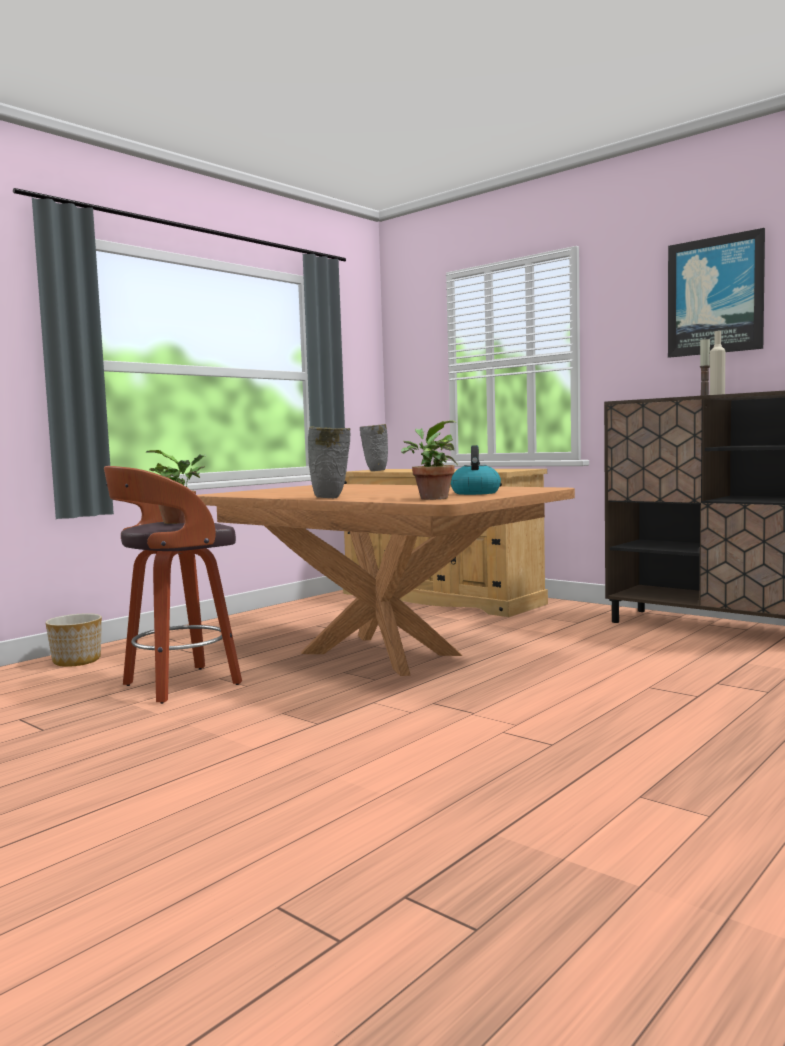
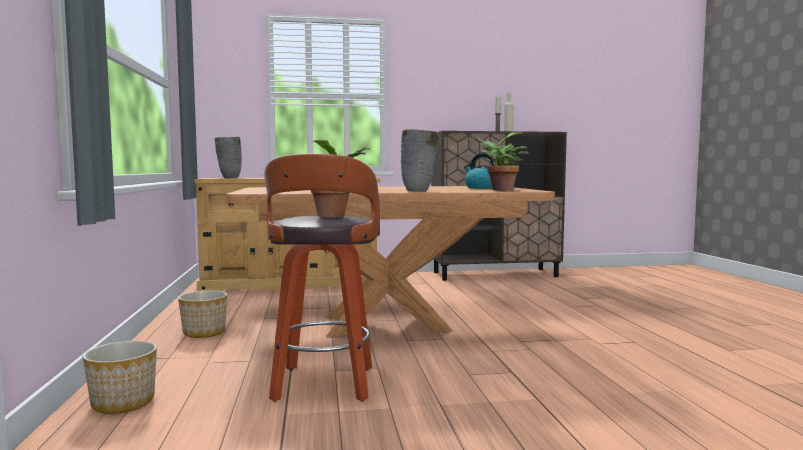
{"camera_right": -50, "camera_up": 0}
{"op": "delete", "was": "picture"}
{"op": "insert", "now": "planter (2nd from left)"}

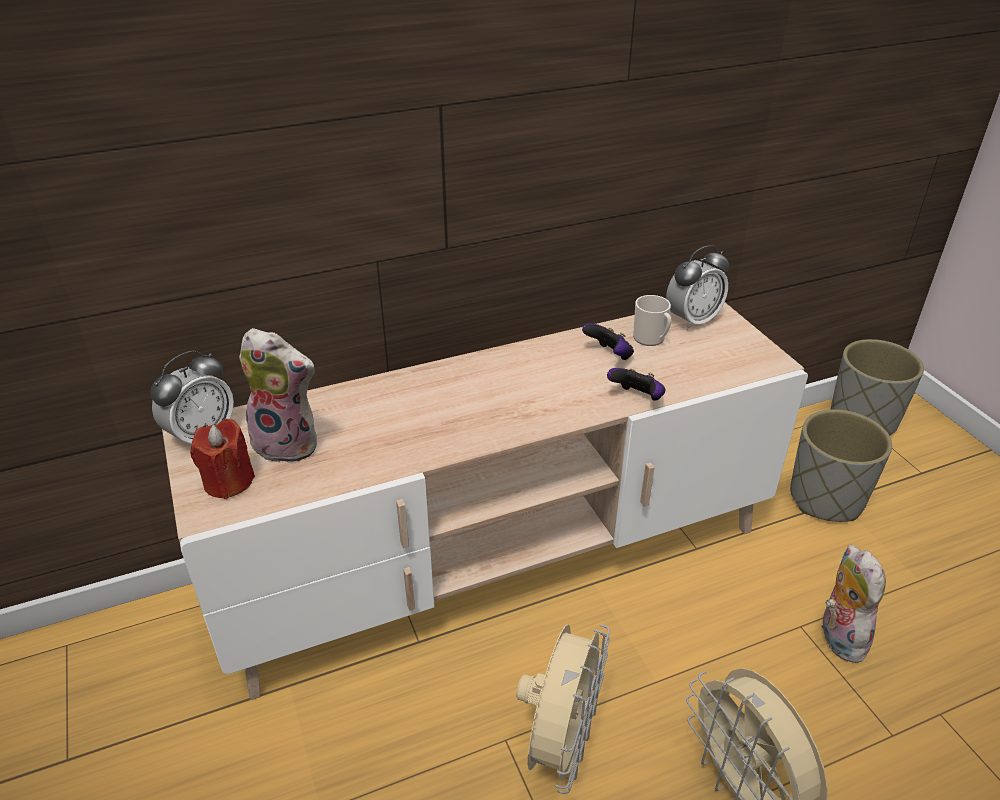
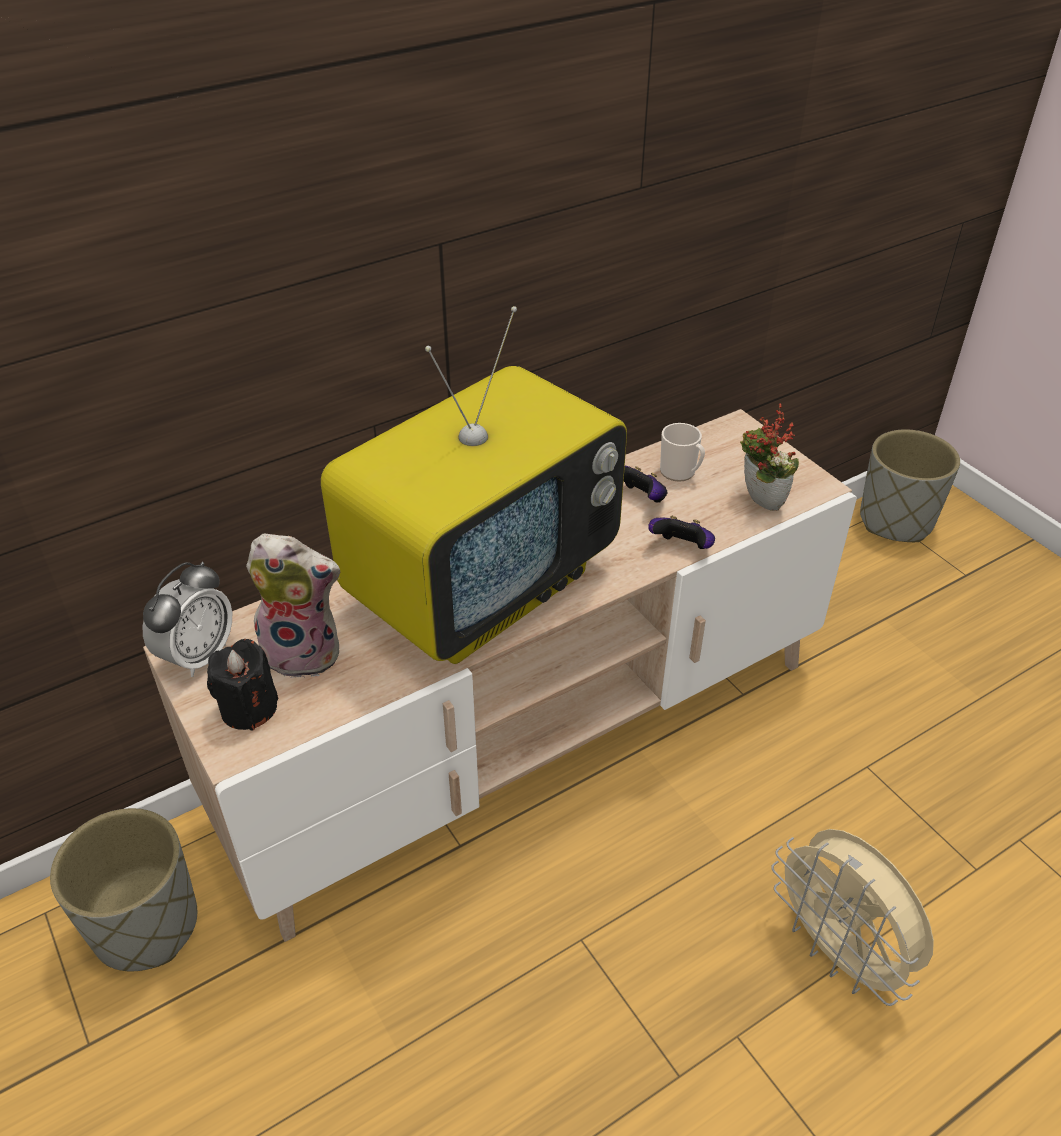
{"camera_right": -10, "camera_up": 5}
{"op": "delete", "was": "sand-coloured electric fan (1st from left)"}
{"op": "delete", "was": "alarm clock (2nd from left)"}
{"op": "delete", "was": "plush toy (2nd from left)"}
{"op": "insert", "now": "television"}
{"op": "insert", "now": "potted plant"}
{"op": "move", "was": "grey planter (1st from left)"}
{"op": "recolor", "was": "red candle", "now": "black-coloured candle"}

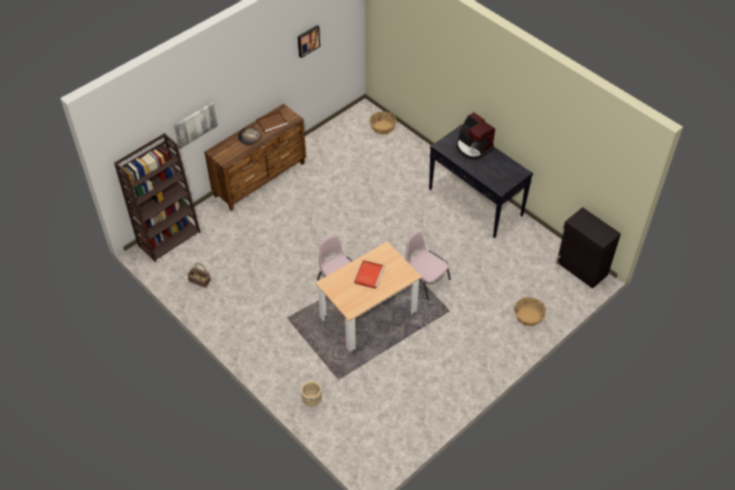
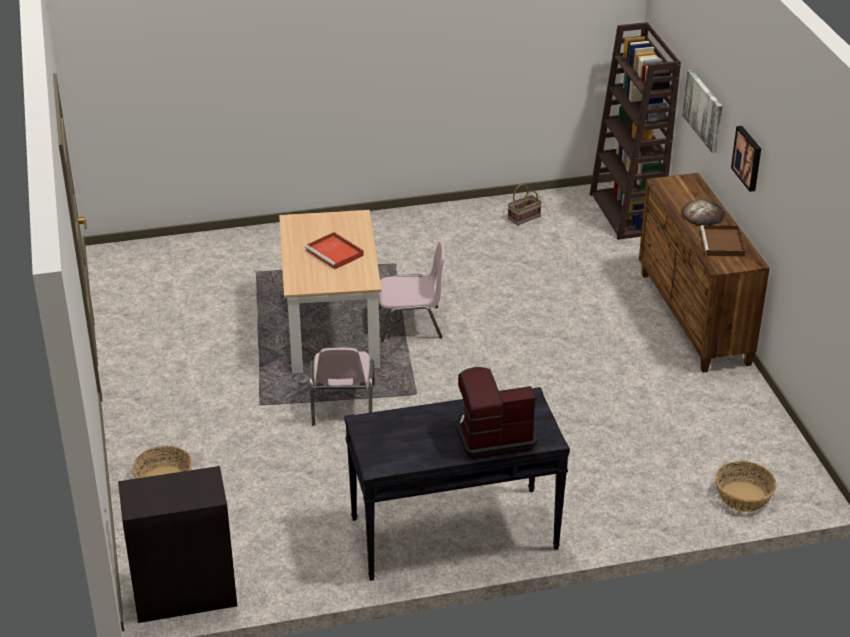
{"camera_right": 120, "camera_up": -15}
{"op": "delete", "was": "sand-coloured planter"}
{"op": "move", "was": "picture (2nd from left)"}
{"op": "rotate", "was": "pink-coloured plain chair (2nd from left in the first image)", "clockwise": 105}

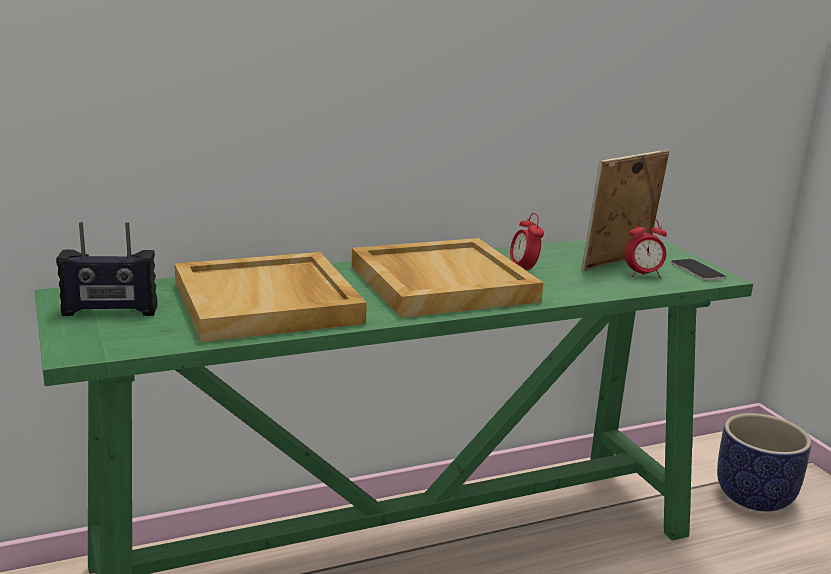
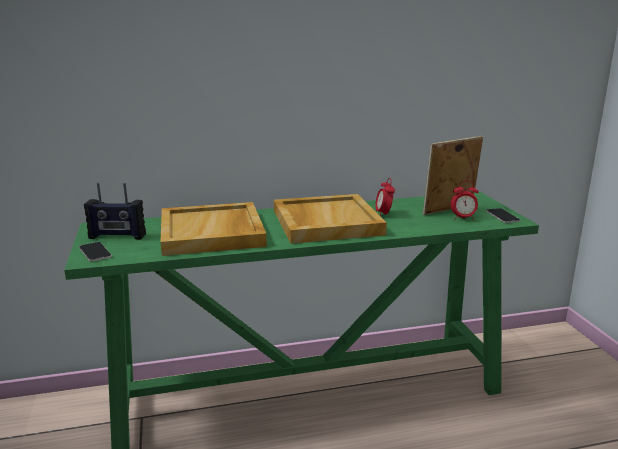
{"camera_right": 10, "camera_up": 0}
{"op": "delete", "was": "planter"}
{"op": "insert", "now": "phone (1st from left)"}

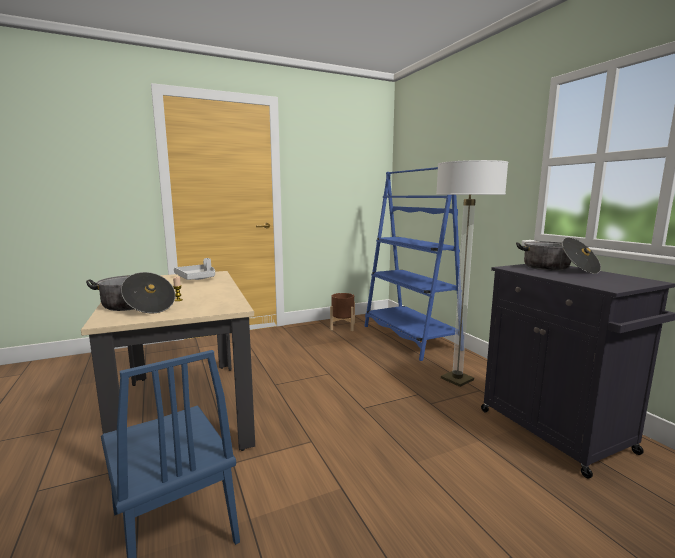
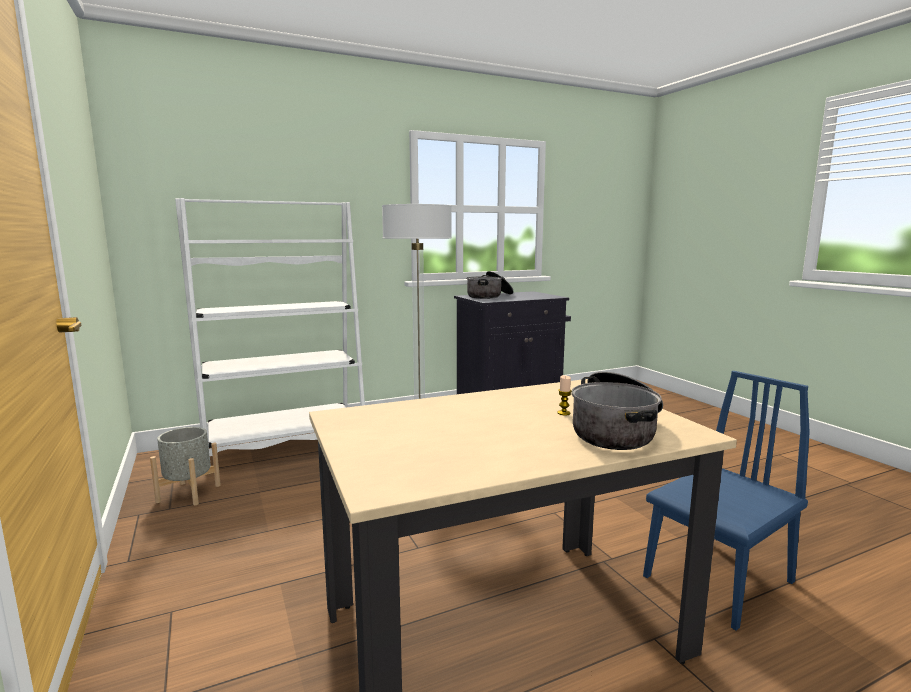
{"camera_right": -90, "camera_up": 0}
{"op": "delete", "was": "grey carrying tray"}
{"op": "recolor", "was": "brownish planter", "now": "grey planter"}
{"op": "recolor", "was": "blue bookshelf", "now": "white bookshelf"}

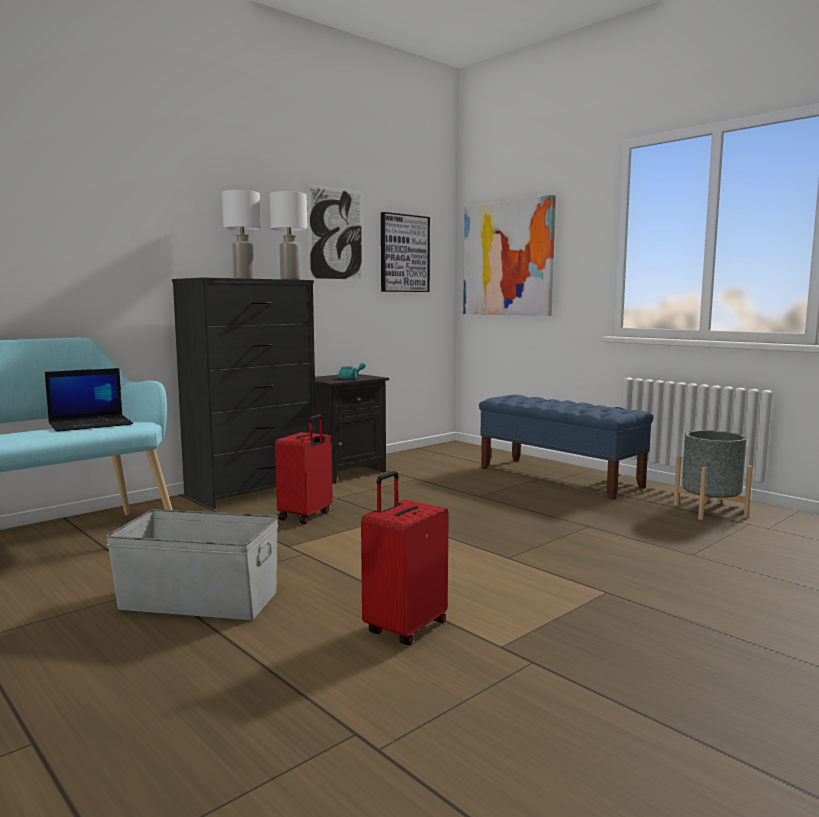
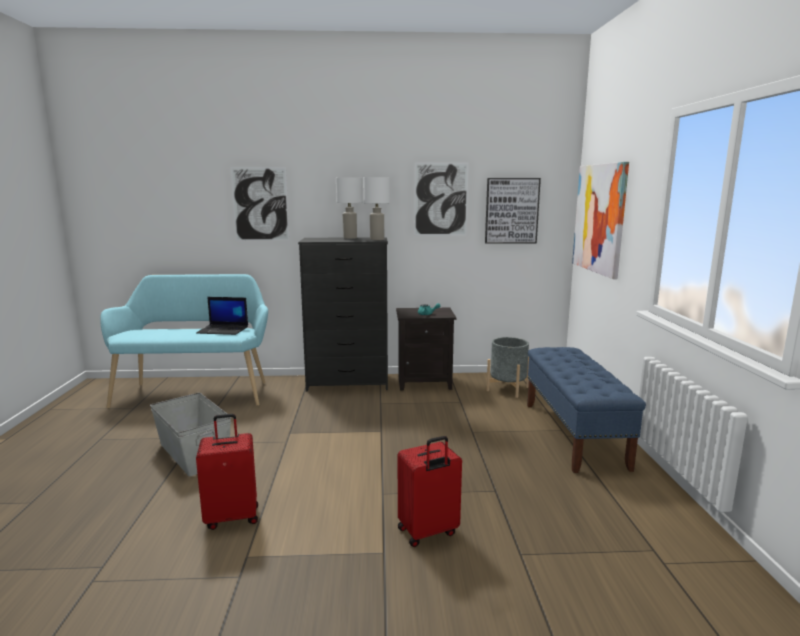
{"camera_right": 40, "camera_up": 5}
{"op": "insert", "now": "picture (1st from left)"}
{"op": "move", "was": "red piece of luggage (1st from left in the first image)", "now": "red piece of luggage (2nd from left)"}
{"op": "move", "was": "grey planter"}

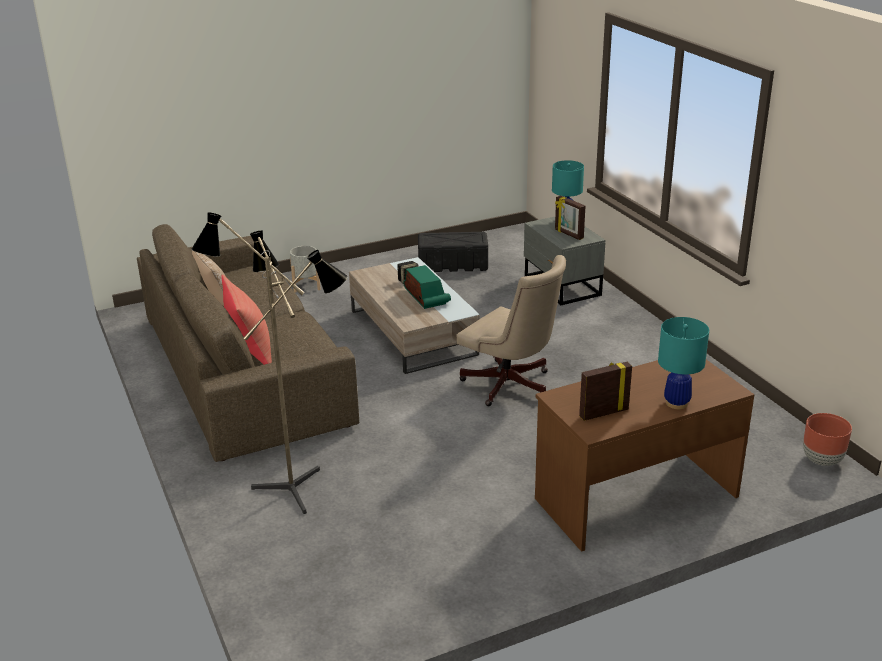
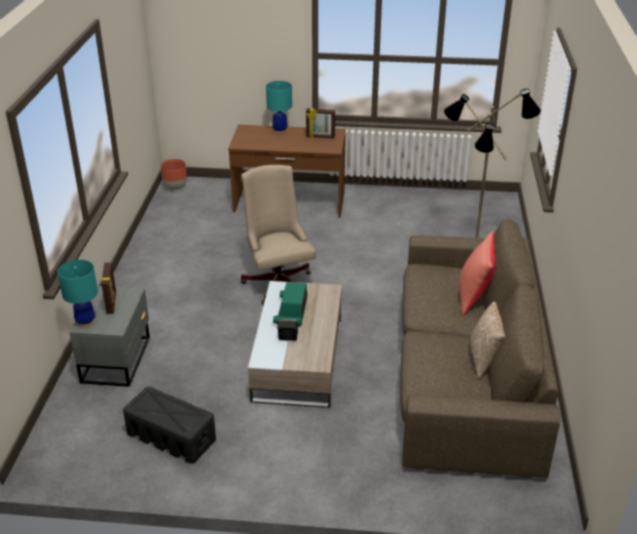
{"camera_right": -150, "camera_up": 5}
{"op": "delete", "was": "grey planter"}

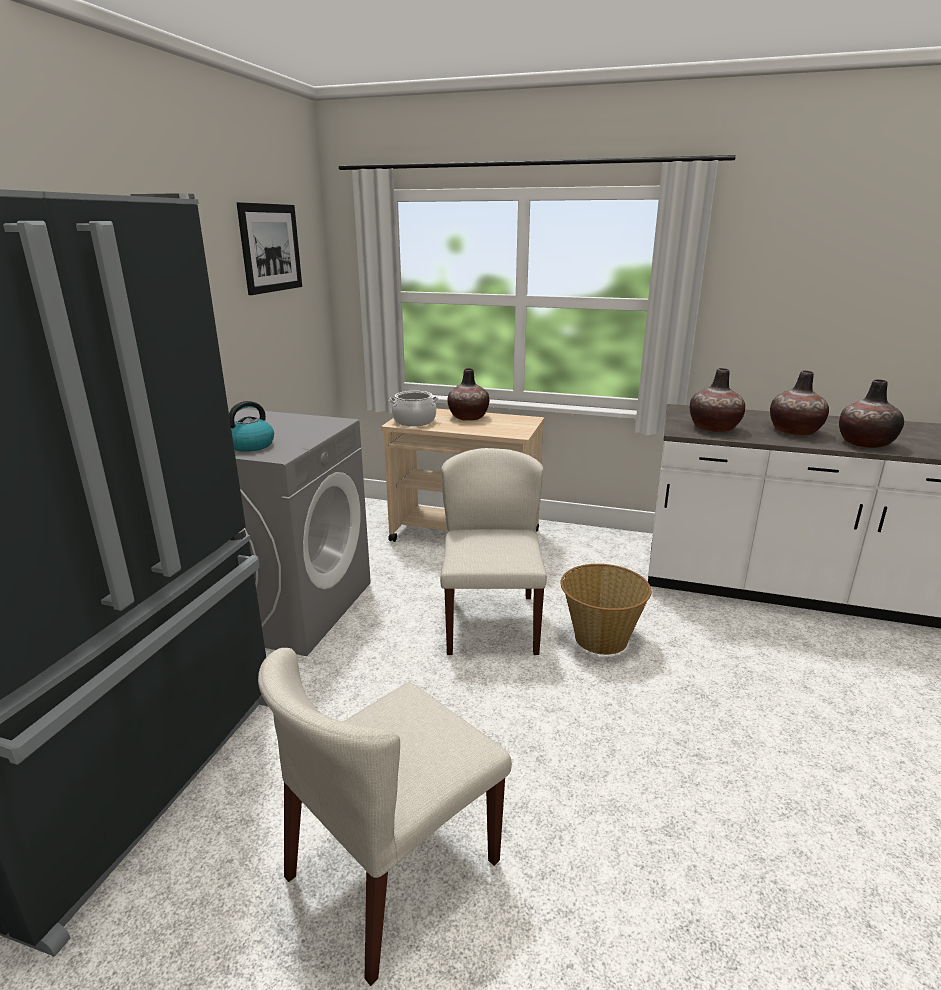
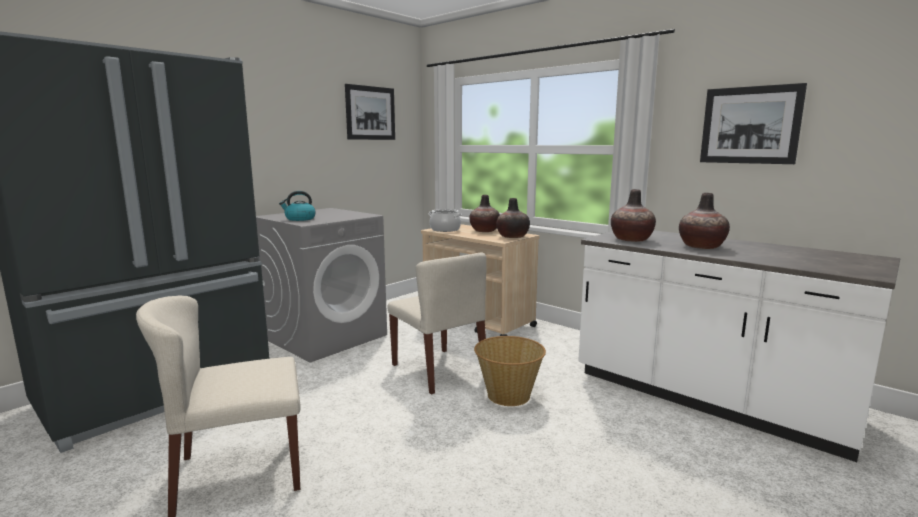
{"camera_right": 25, "camera_up": -10}
{"op": "insert", "now": "picture (2nd from left)"}
{"op": "move", "was": "decorative vase (4th from left in the first image)", "now": "decorative vase (2nd from left)"}
{"op": "rotate", "was": "sand-coloured plain chair (2nd from left)", "clockwise": 120}

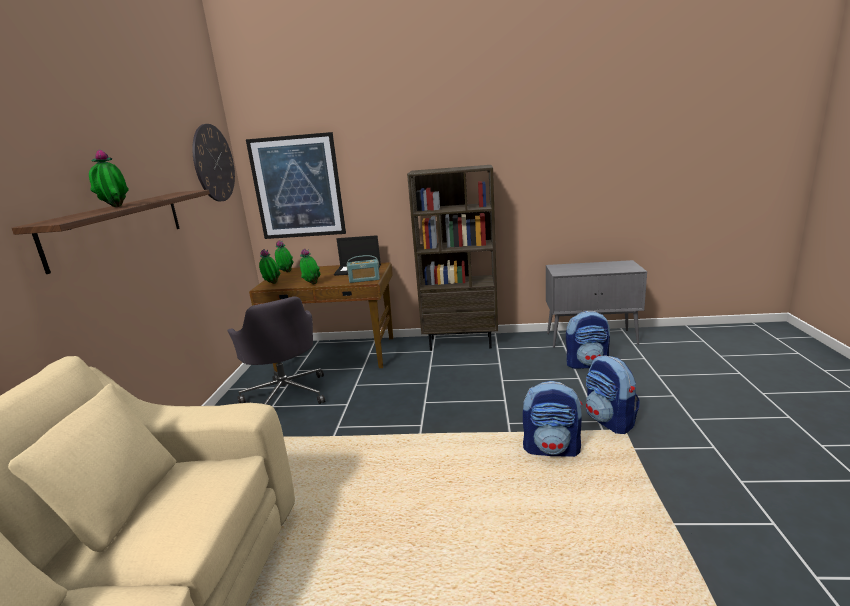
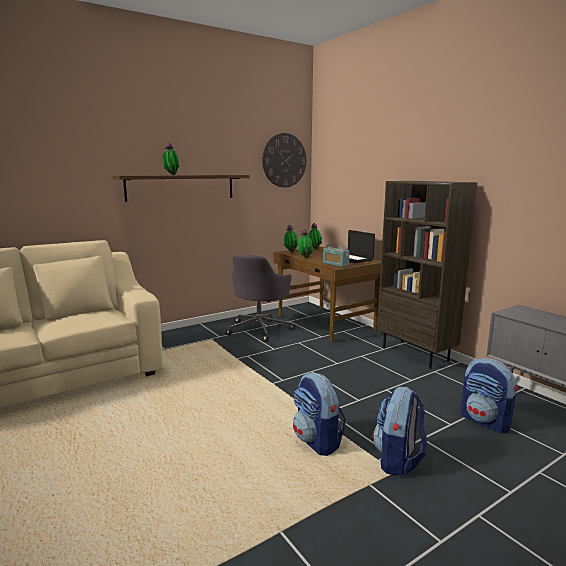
{"camera_right": 50, "camera_up": -5}
{"op": "delete", "was": "picture"}

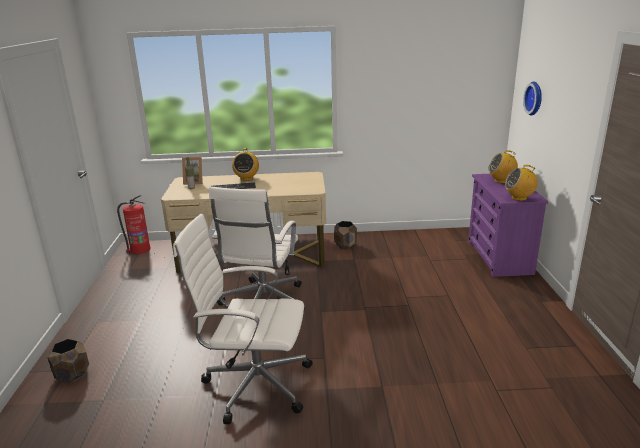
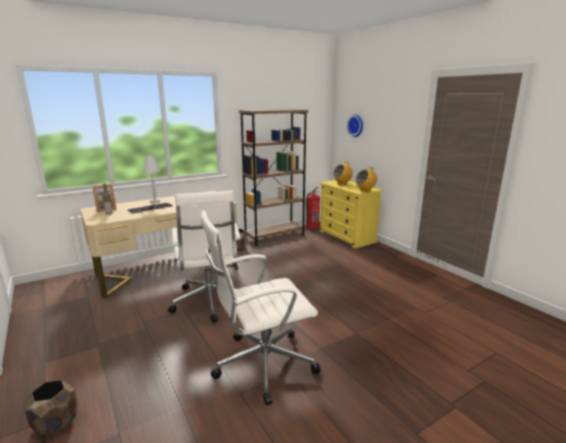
{"camera_right": -30, "camera_up": -5}
{"op": "insert", "now": "brownish bookshelf"}
{"op": "move", "was": "fire extinguisher"}
{"op": "replace", "was": "radio receiver (1st from left)", "now": "white table lamp"}
{"op": "recolor", "was": "purple chest of drawers", "now": "yellow chest of drawers"}

